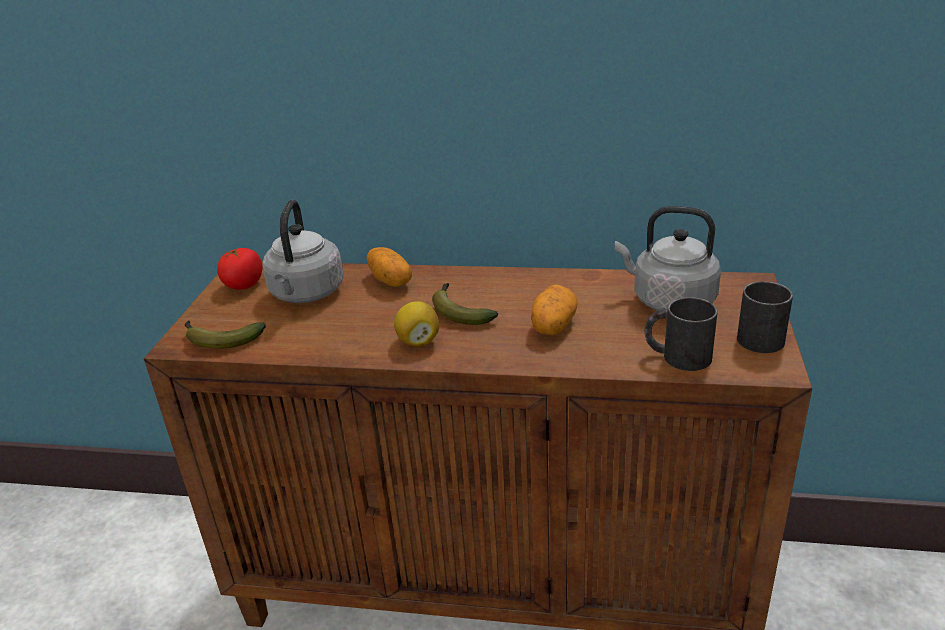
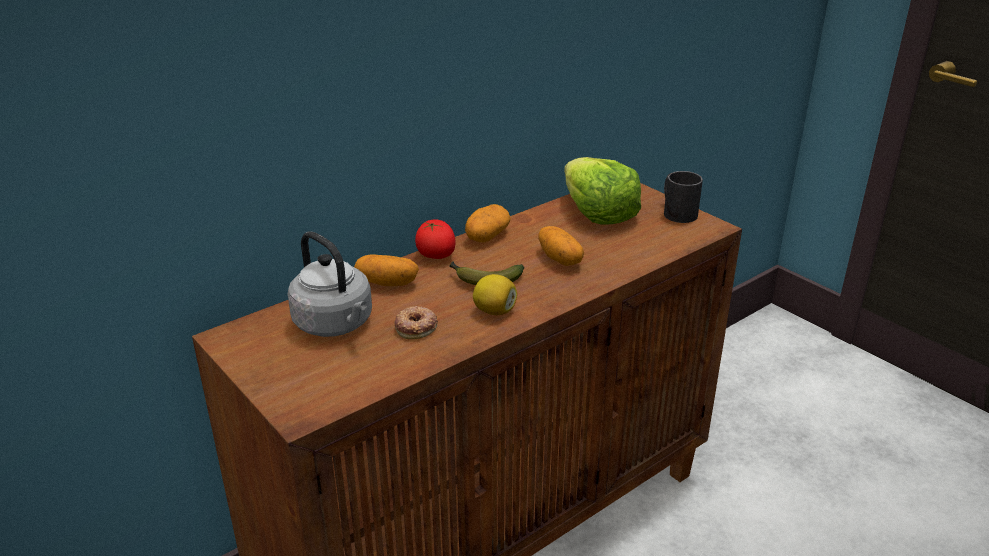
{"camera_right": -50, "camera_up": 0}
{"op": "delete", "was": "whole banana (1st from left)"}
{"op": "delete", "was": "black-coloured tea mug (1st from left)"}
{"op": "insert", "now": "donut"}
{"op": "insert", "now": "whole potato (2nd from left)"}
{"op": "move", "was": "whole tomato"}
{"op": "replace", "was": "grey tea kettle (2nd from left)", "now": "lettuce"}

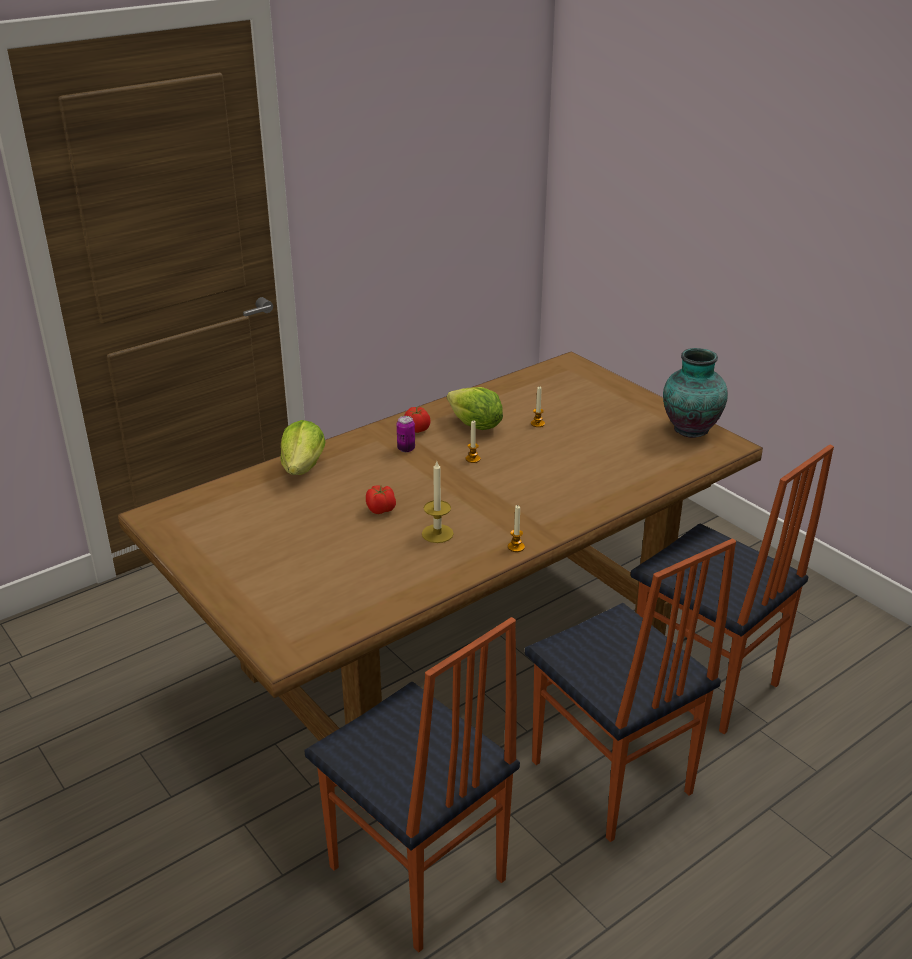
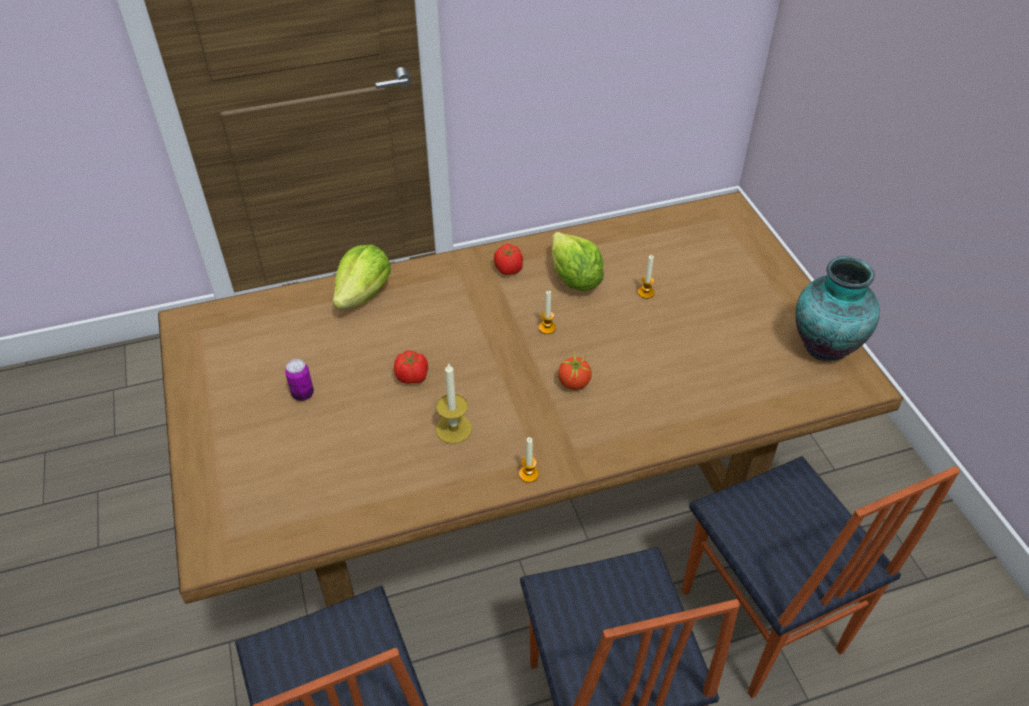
{"camera_right": 20, "camera_up": 15}
{"op": "insert", "now": "whole tomato (3rd from left)"}
{"op": "move", "was": "metal can"}

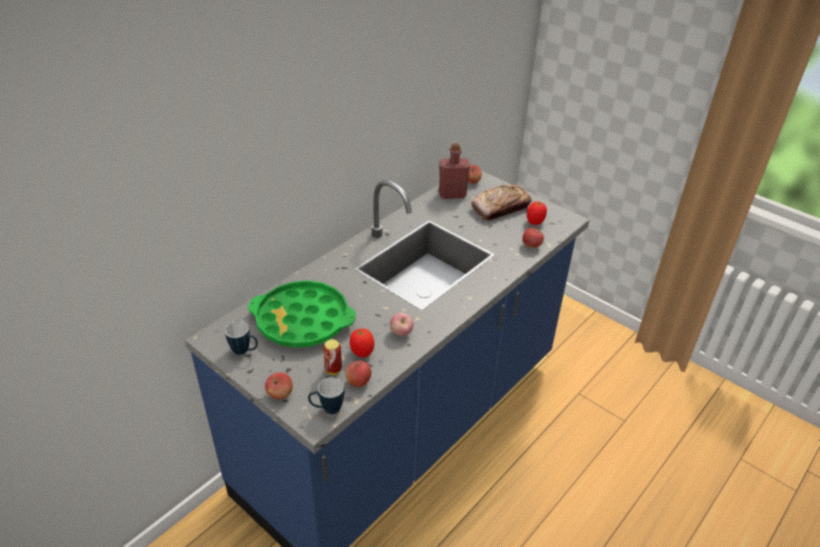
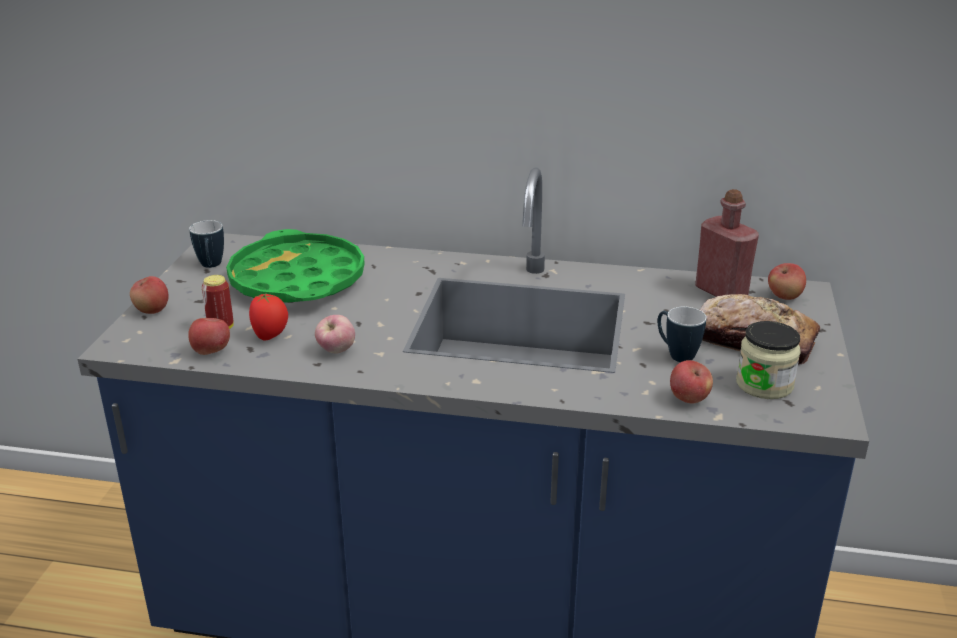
{"camera_right": 60, "camera_up": -10}
{"op": "move", "was": "tea mug (2nd from left)"}
{"op": "replace", "was": "whole tomato (2nd from left)", "now": "storage jar"}

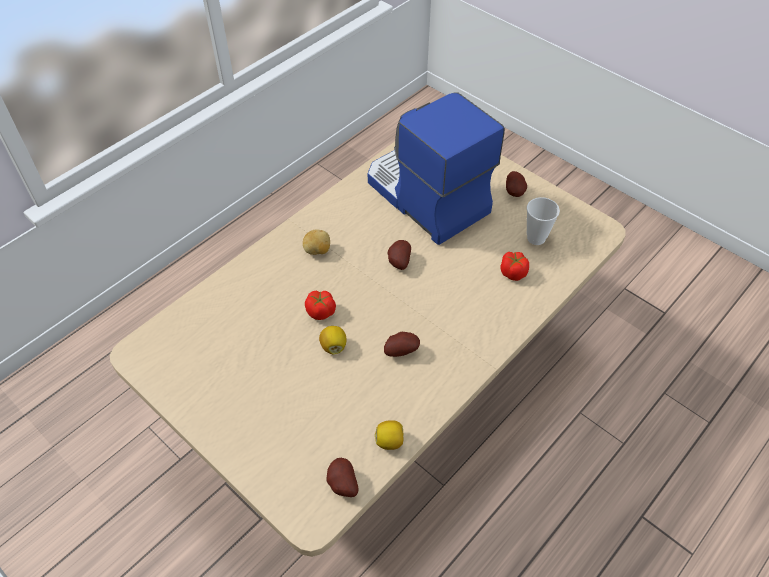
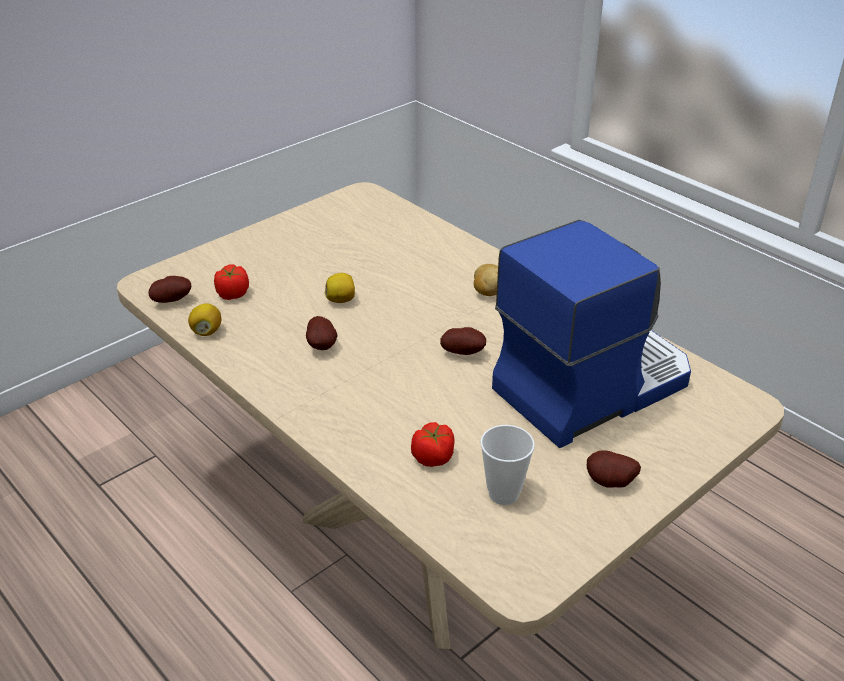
{"camera_right": 95, "camera_up": -15}
{"op": "move", "was": "whole tomato (1st from left)"}

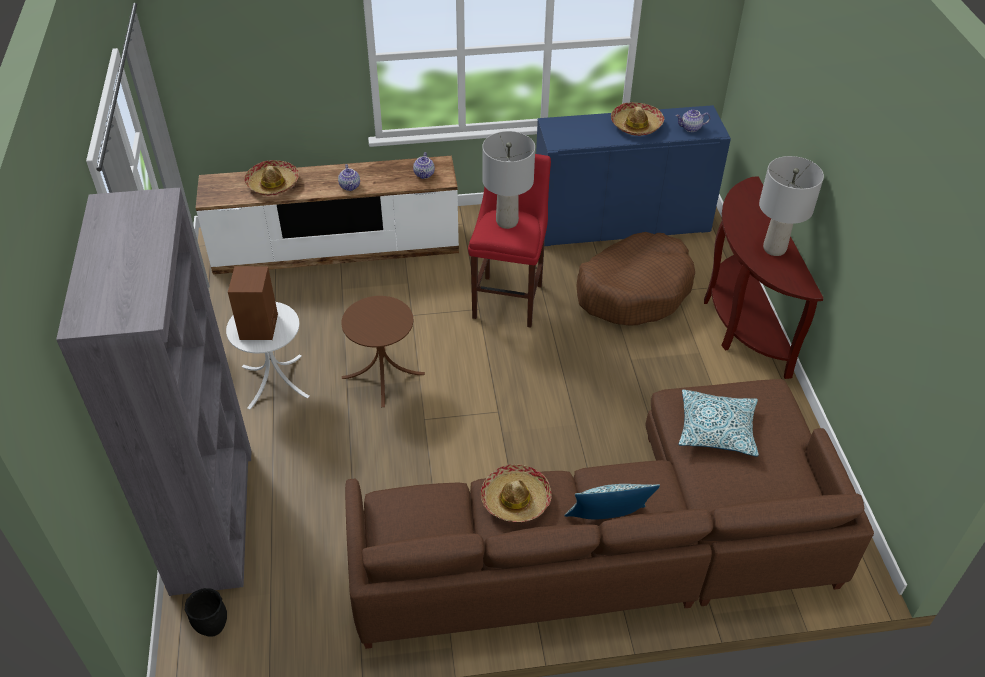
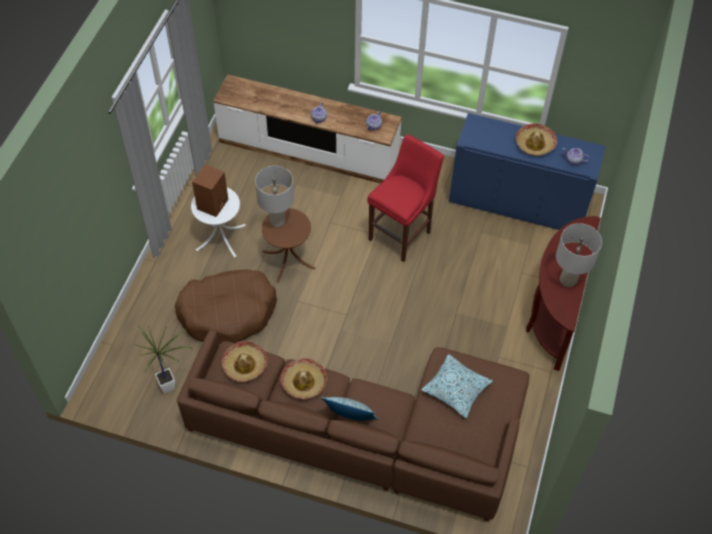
{"camera_right": 25, "camera_up": 10}
{"op": "delete", "was": "grey bookshelf"}
{"op": "delete", "was": "black-coloured planter"}
{"op": "insert", "now": "potted plant"}
{"op": "move", "was": "clothing hat (1st from left)"}
{"op": "move", "was": "grey table lamp (1st from left)"}
{"op": "move", "was": "brownish pet bed"}

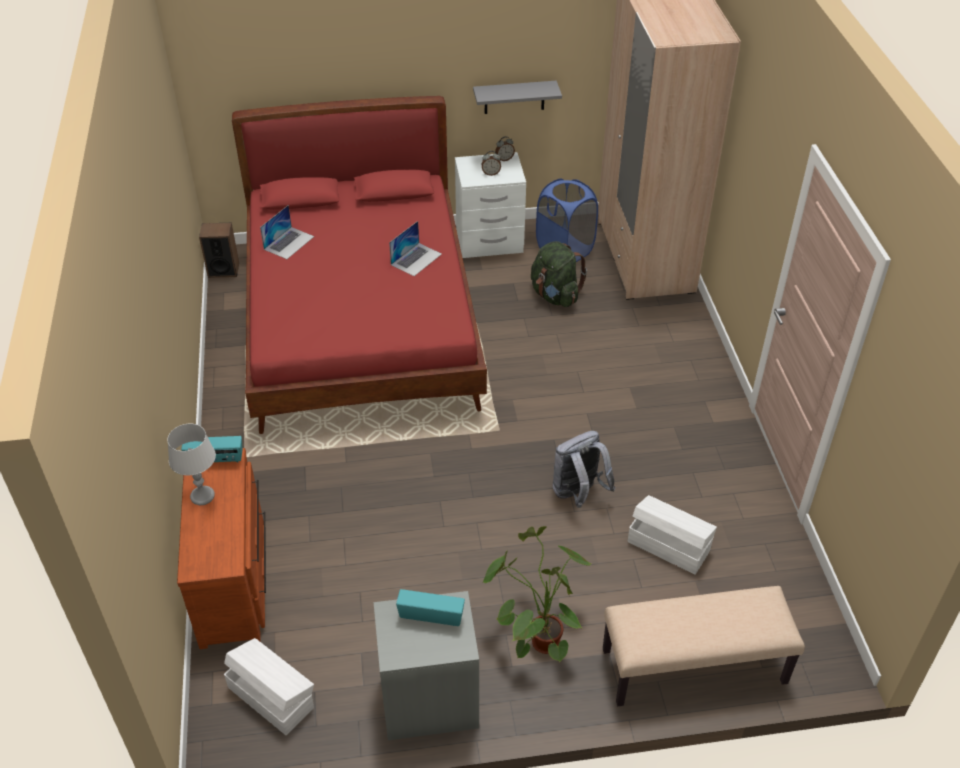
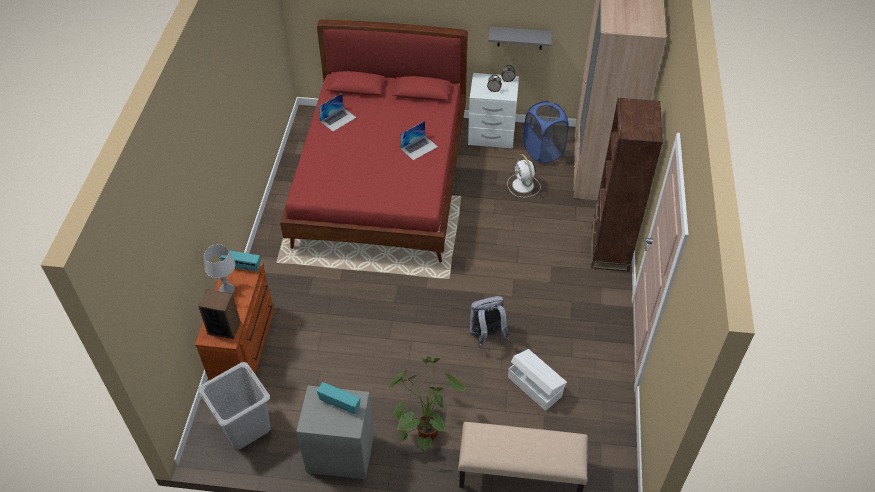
{"camera_right": 15, "camera_up": 5}
{"op": "insert", "now": "brownish bookshelf"}
{"op": "move", "was": "speaker"}
{"op": "replace", "was": "white storage box (1st from left)", "now": "grey laundry basket"}
{"op": "replace", "was": "greenish knapsack", "now": "white electric fan"}

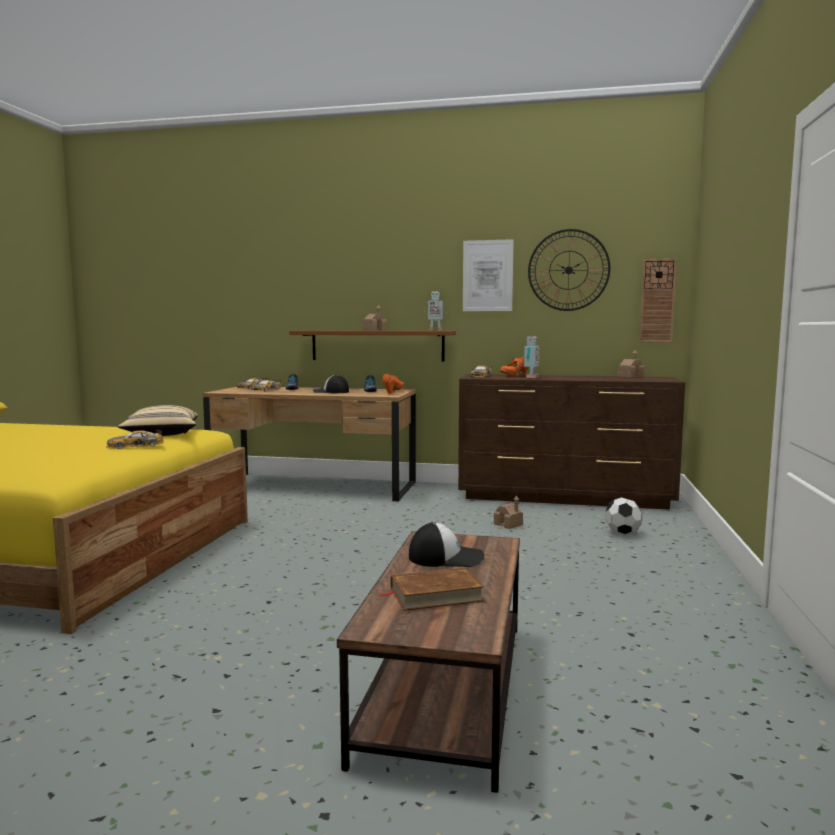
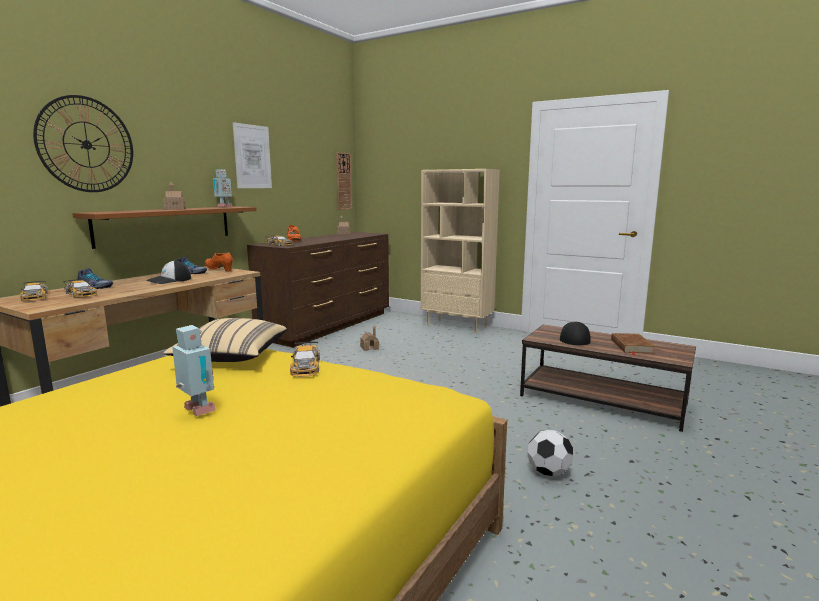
{"camera_right": -70, "camera_up": 5}
{"op": "insert", "now": "sand-coloured bookshelf"}
{"op": "move", "was": "robot figure (2nd from left in the first image)", "now": "robot figure (1st from left)"}
{"op": "move", "was": "hanging clock (1st from left)"}
{"op": "move", "was": "ball for football"}

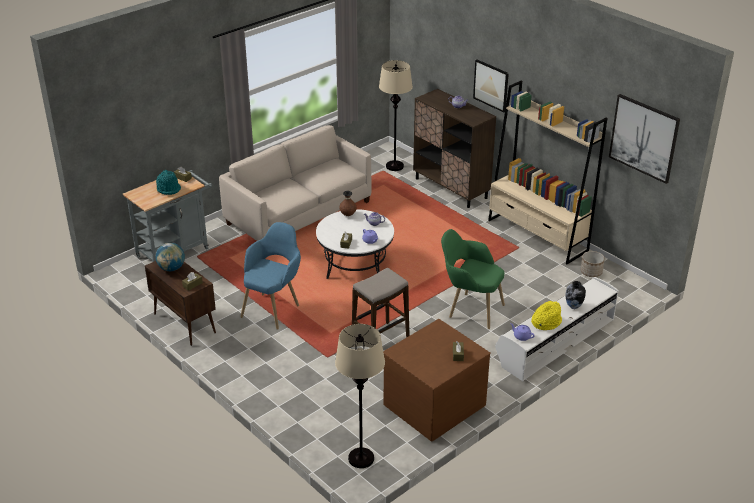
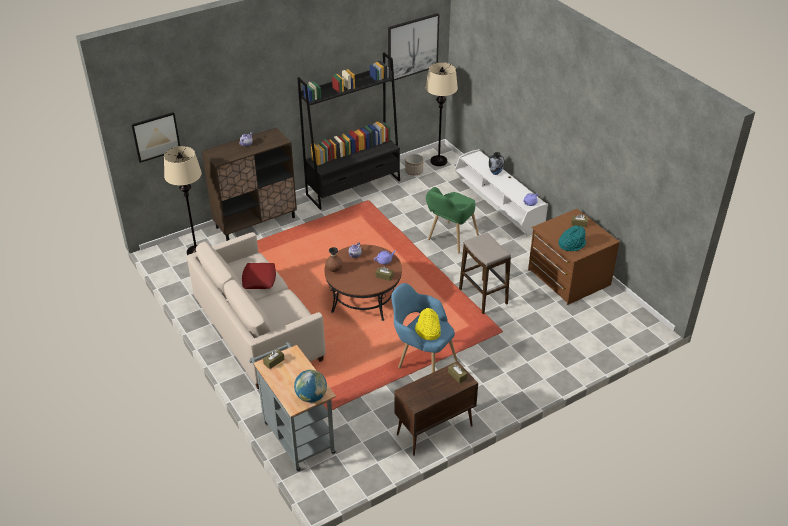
{"camera_right": -80, "camera_up": 5}
{"op": "insert", "now": "red pillow"}
{"op": "move", "was": "turquoise clothing hat"}
{"op": "move", "was": "world globe"}
{"op": "move", "was": "sand-coloured floor lamp (1st from left in the first image)", "now": "sand-coloured floor lamp (2nd from left)"}
{"op": "move", "was": "picture (1st from left)"}
{"op": "move", "was": "yellow clothing hat"}
{"op": "recolor", "was": "white low table", "now": "brownish low table"}
{"op": "recolor", "was": "sand-coloured bookshelf", "now": "black-coloured bookshelf"}

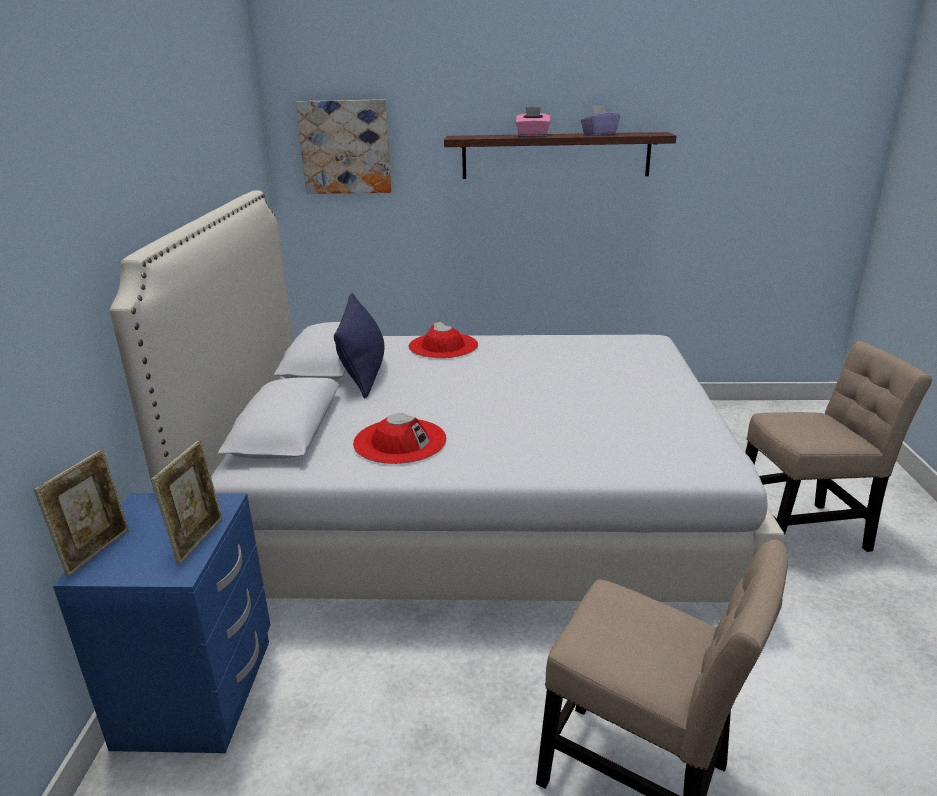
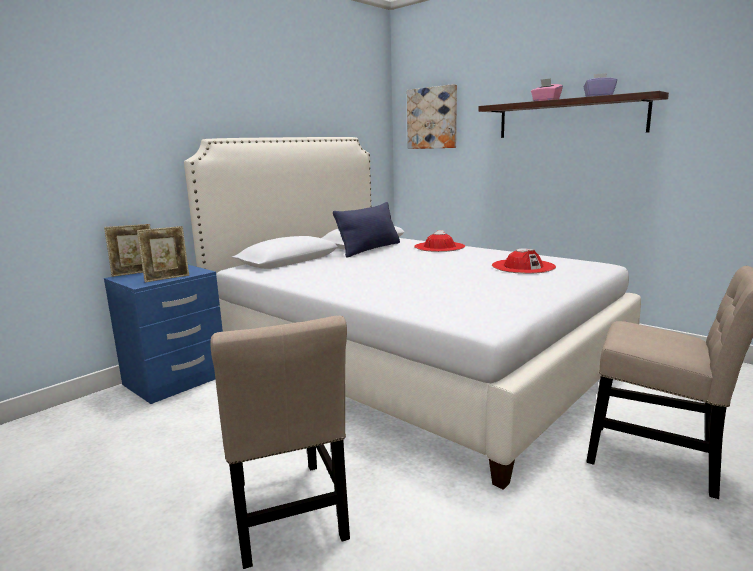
{"camera_right": 40, "camera_up": -10}
{"op": "move", "was": "red clothing hat (1st from left in the first image)", "now": "red clothing hat (2nd from left)"}

